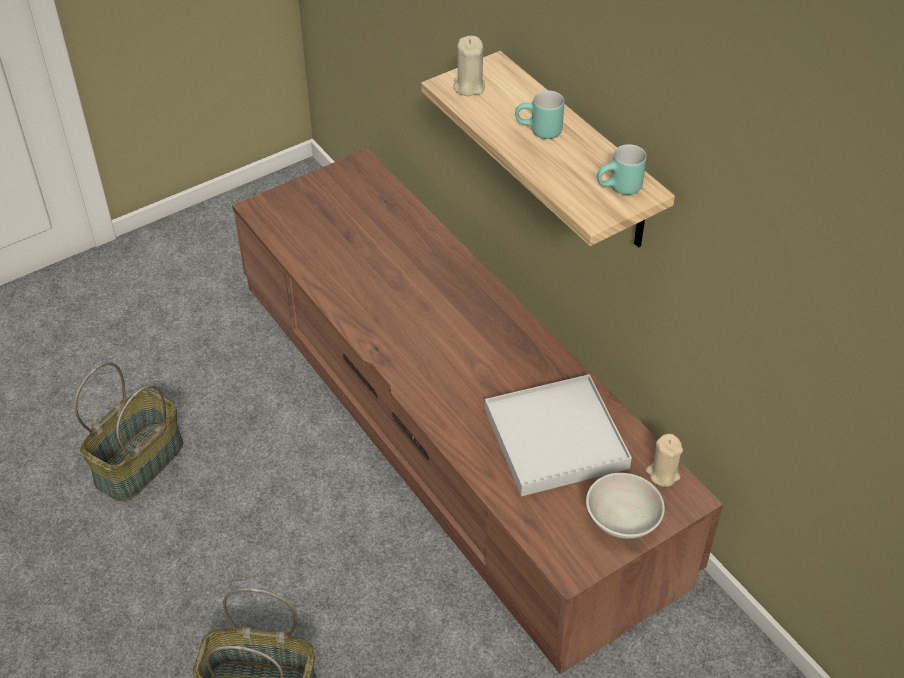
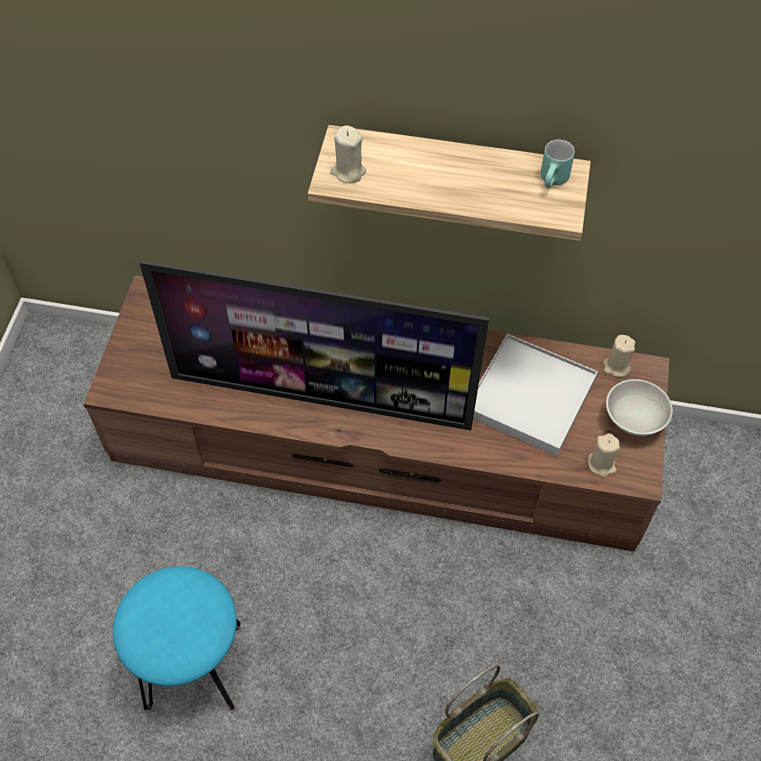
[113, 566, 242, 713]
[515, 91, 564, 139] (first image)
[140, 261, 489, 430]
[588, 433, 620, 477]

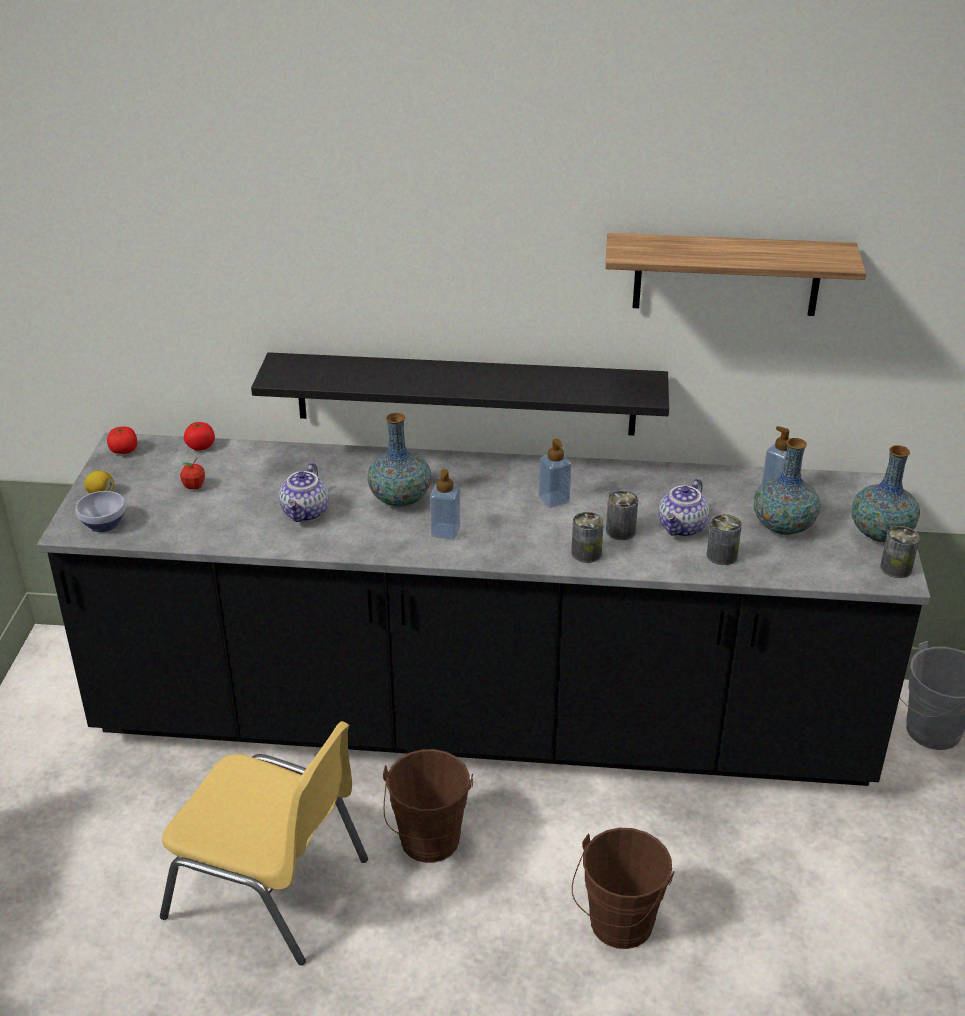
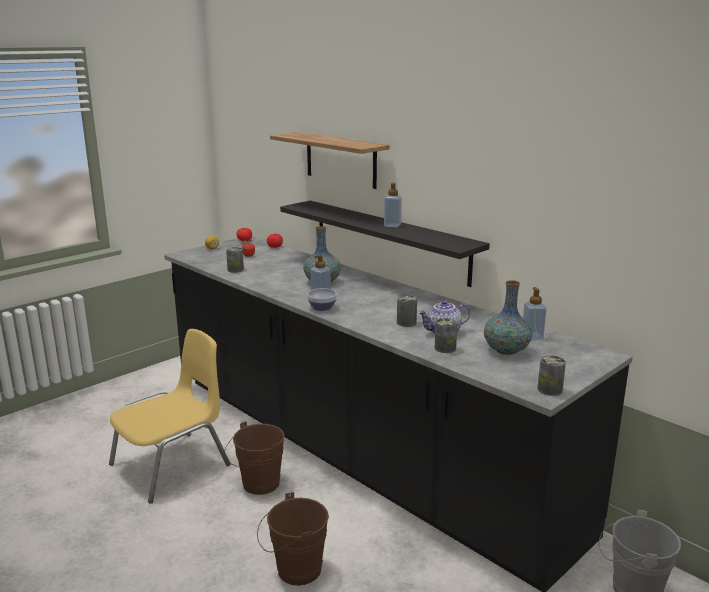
[307, 288, 337, 311]
[109, 329, 230, 504]
[279, 462, 329, 522] (first image)
[384, 183, 402, 227]
[226, 247, 244, 273]
[270, 132, 389, 189]
[851, 445, 920, 542] (first image)

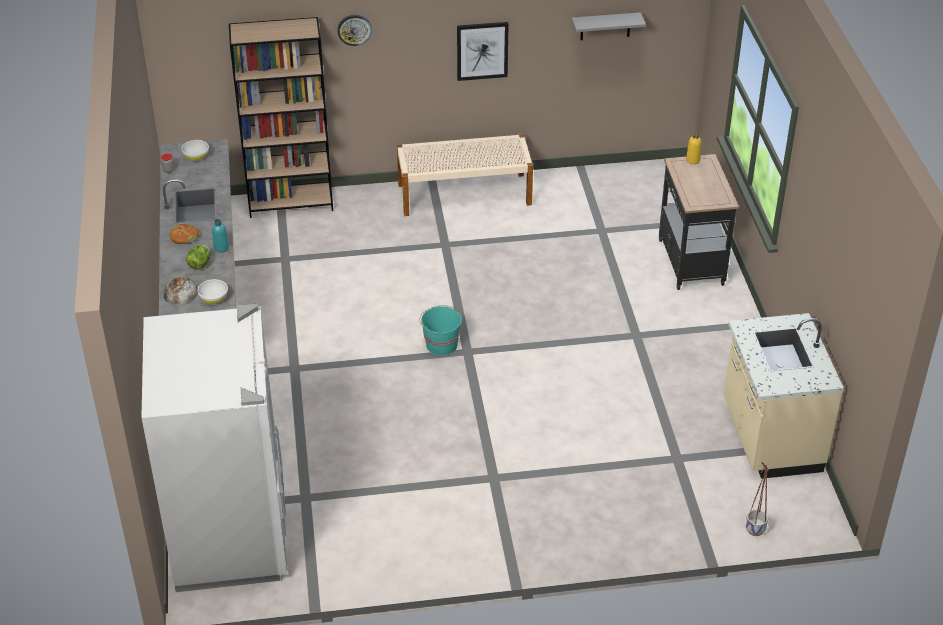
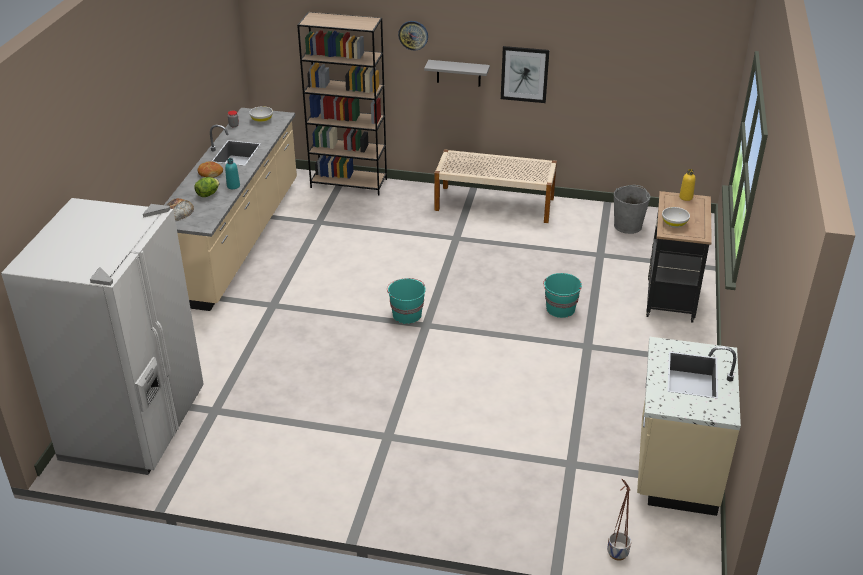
[662, 207, 690, 228]
[424, 60, 490, 86]
[543, 273, 582, 318]
[614, 185, 650, 234]

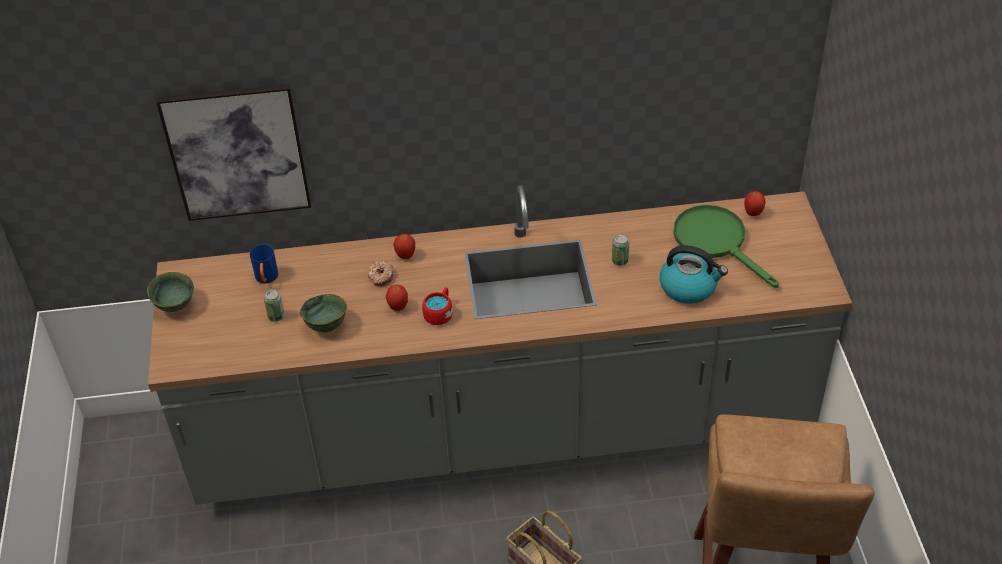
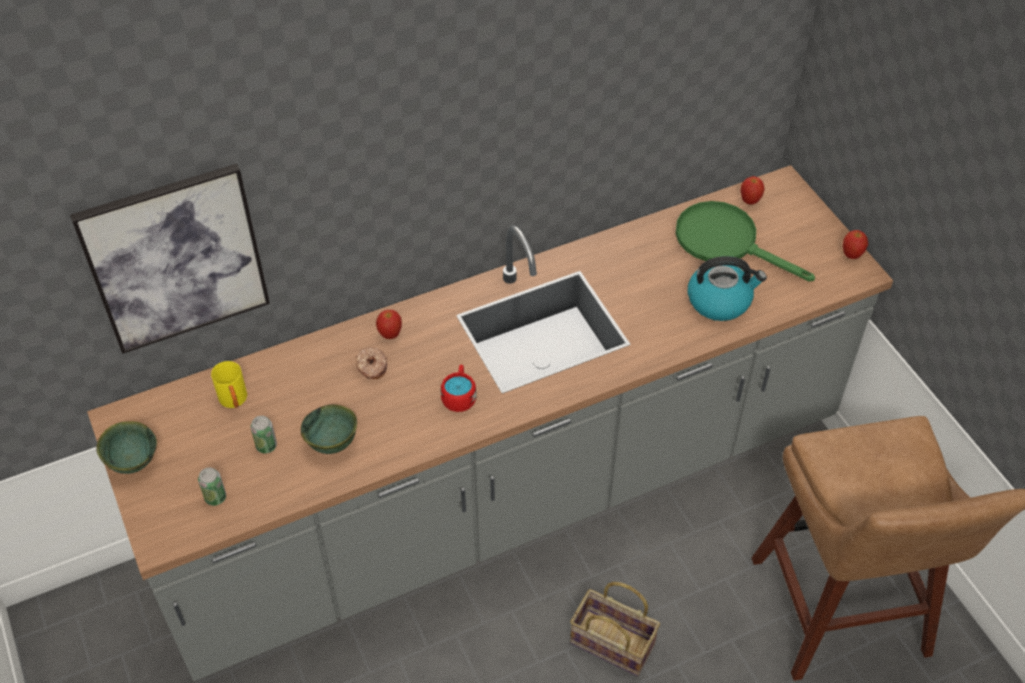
[211, 361, 247, 408]
[843, 230, 868, 259]
[198, 467, 226, 506]

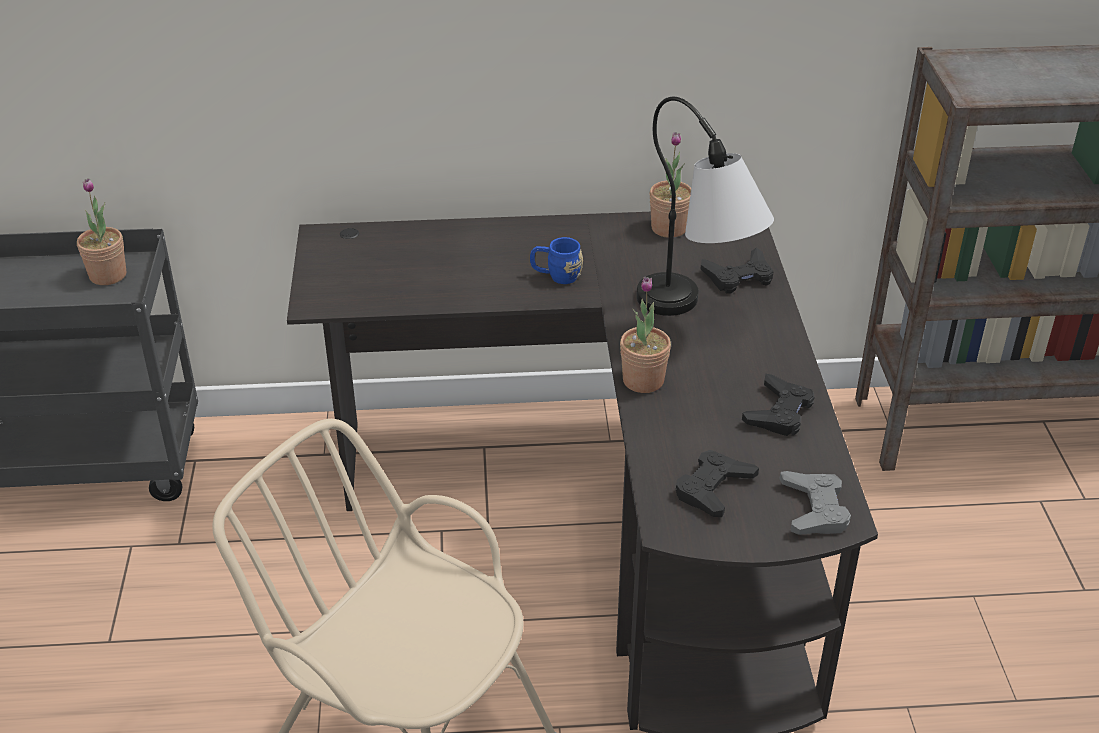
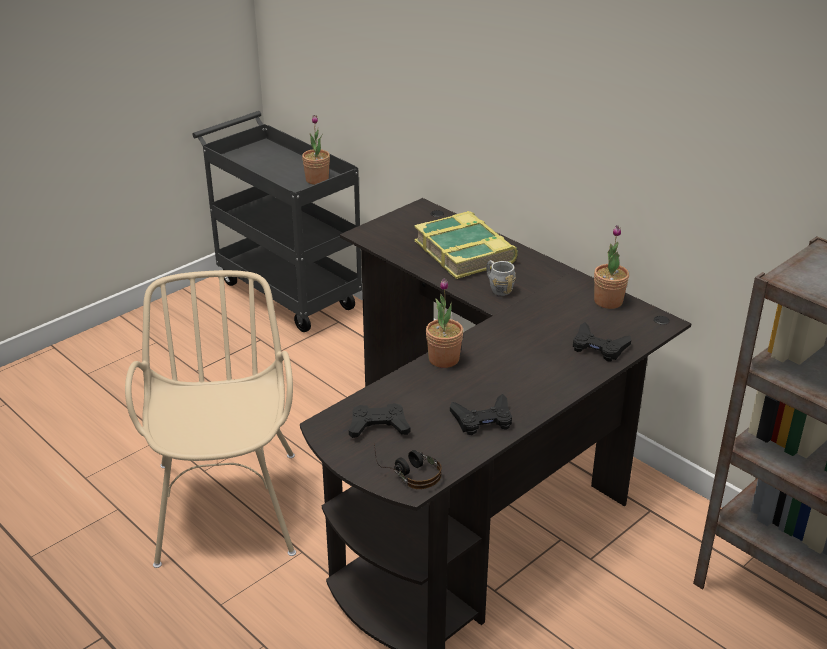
[486, 260, 516, 296]
[637, 97, 774, 316] (first image)
[374, 443, 442, 489]
[414, 211, 518, 279]

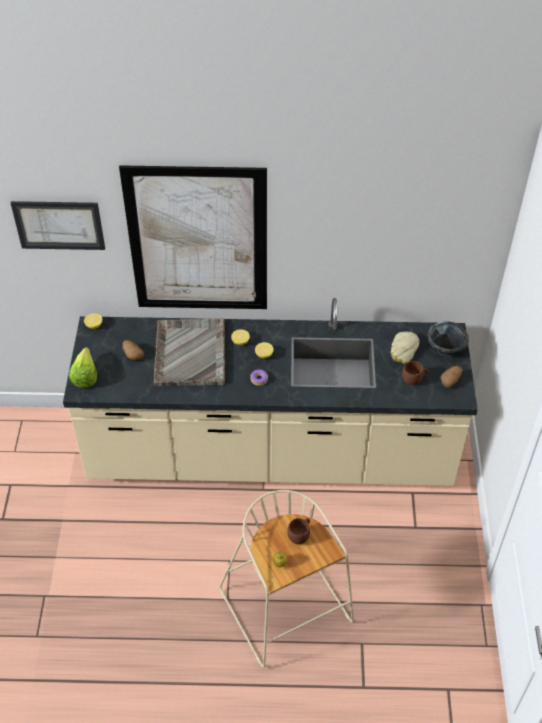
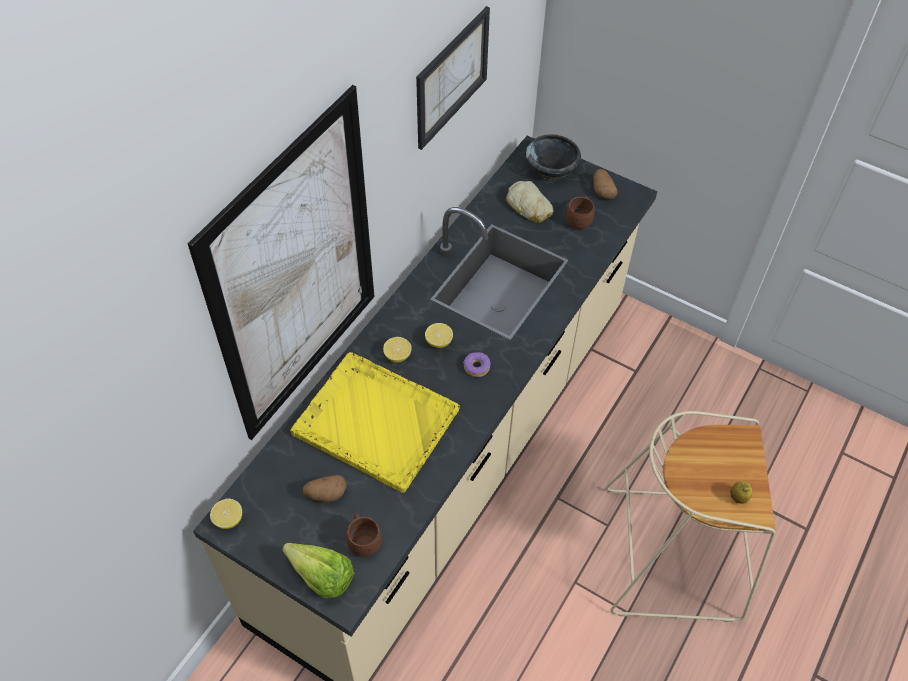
[416, 6, 490, 150]
[290, 352, 460, 493]
[346, 513, 382, 557]

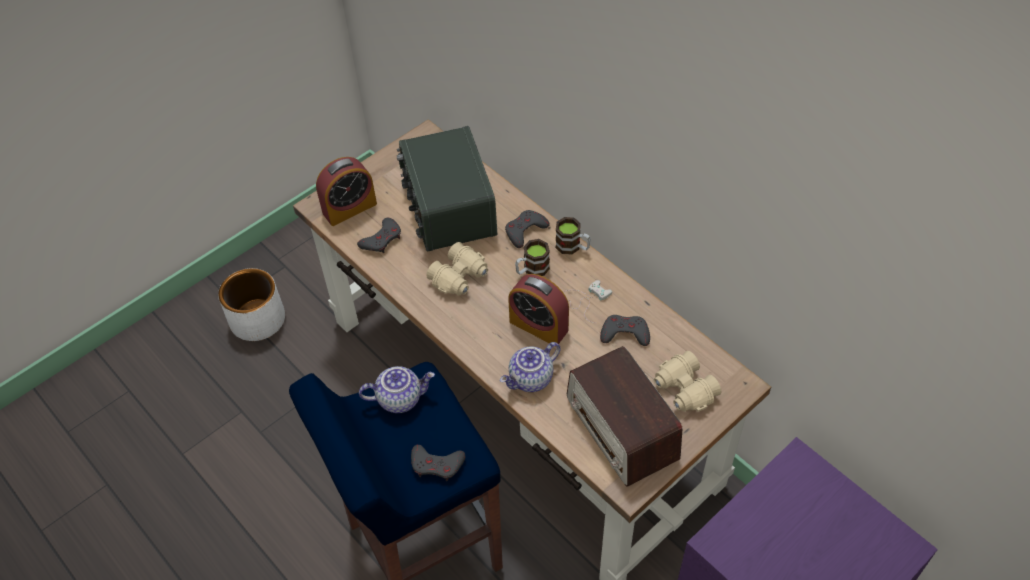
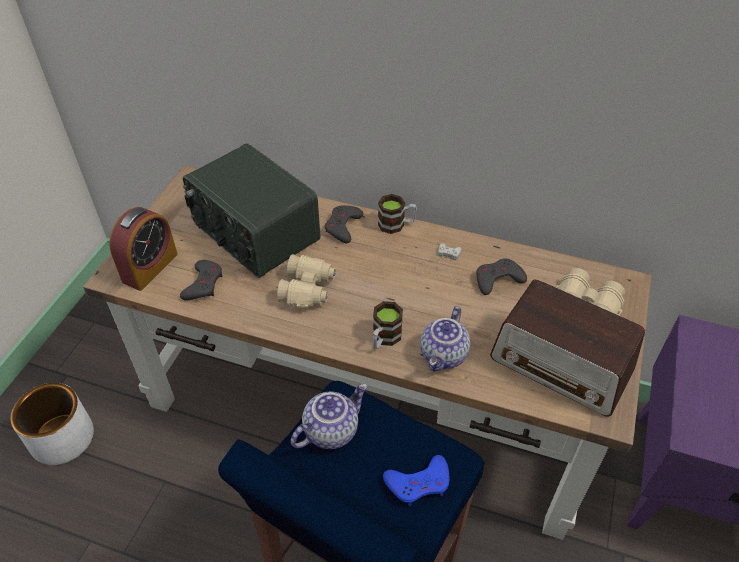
[383, 455, 450, 506]
[508, 274, 569, 344] (first image)
[372, 301, 403, 349]

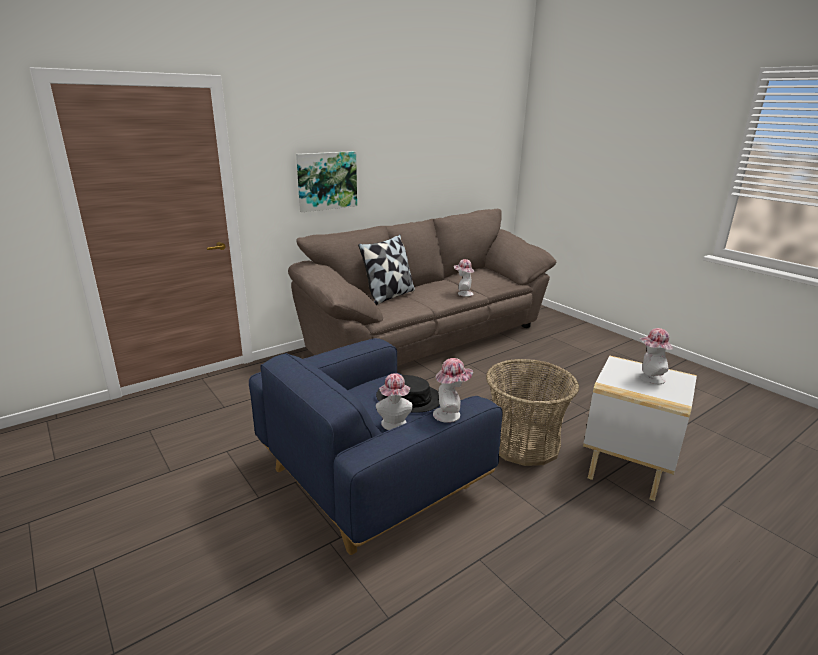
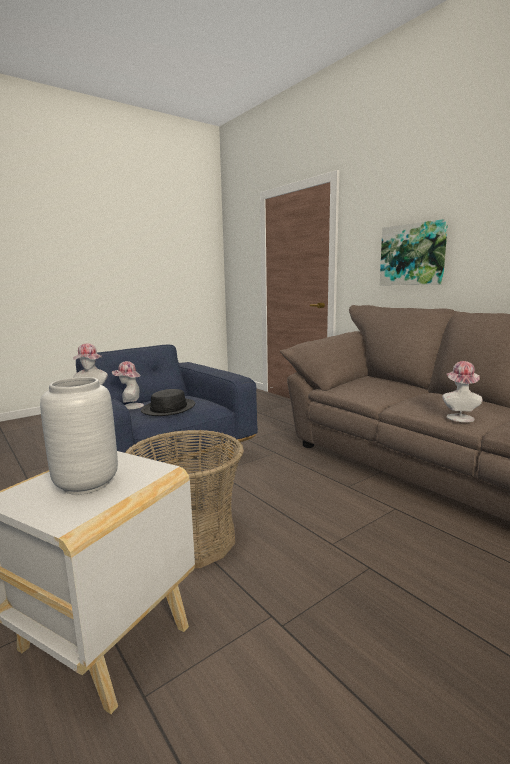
[358, 235, 415, 305] (first image)
[40, 377, 118, 495]

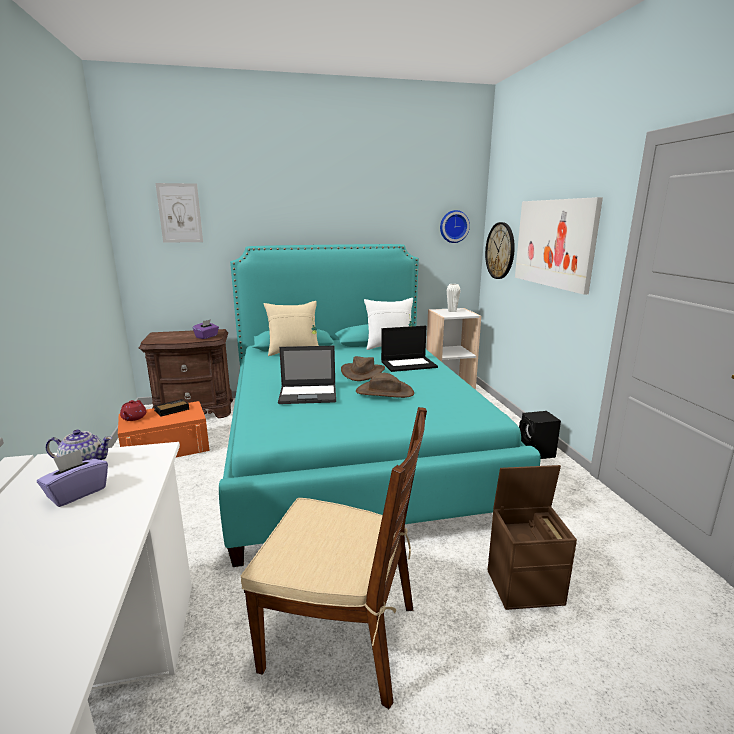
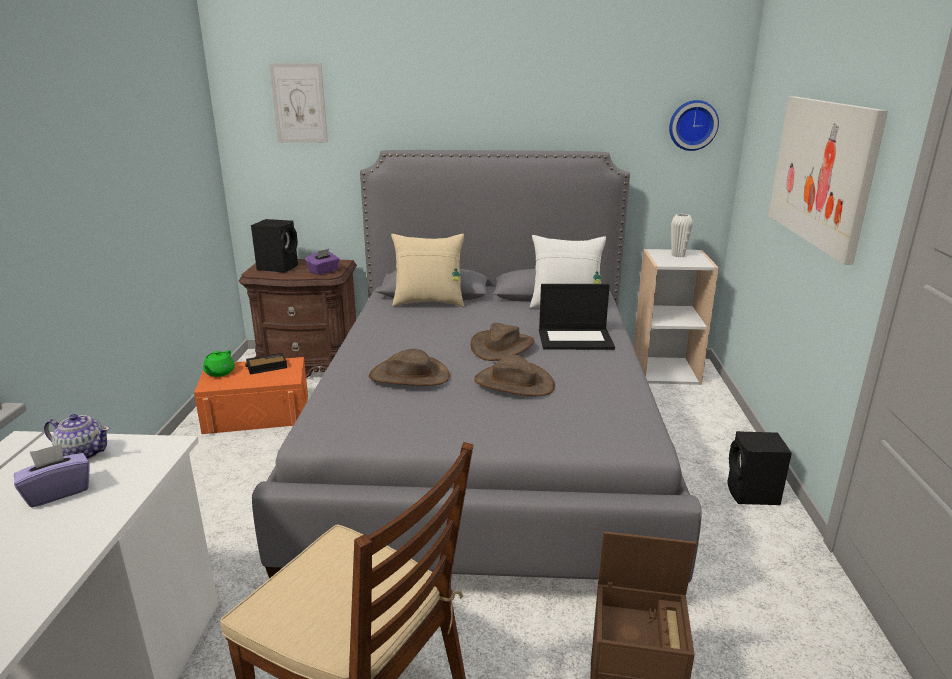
[203, 350, 235, 377]
[252, 150, 702, 583]
[369, 349, 450, 386]
[485, 222, 515, 279] (first image)
[251, 219, 298, 273]

